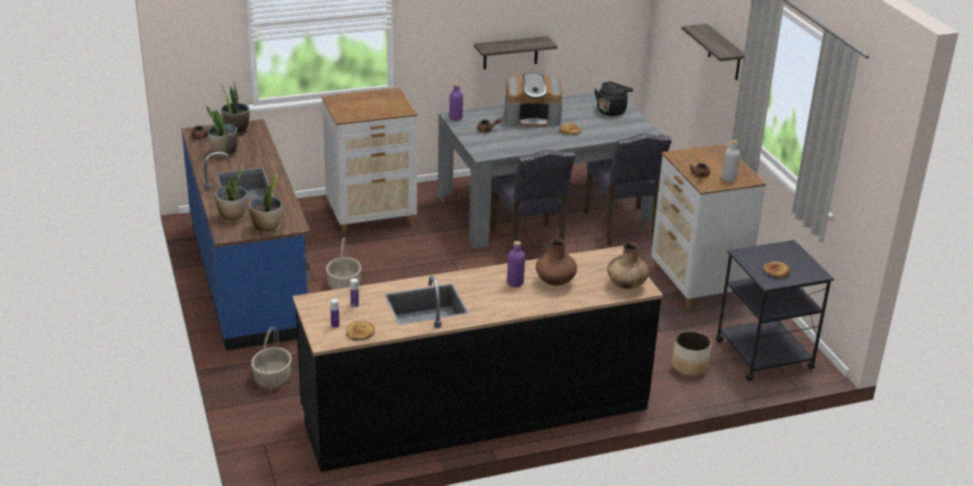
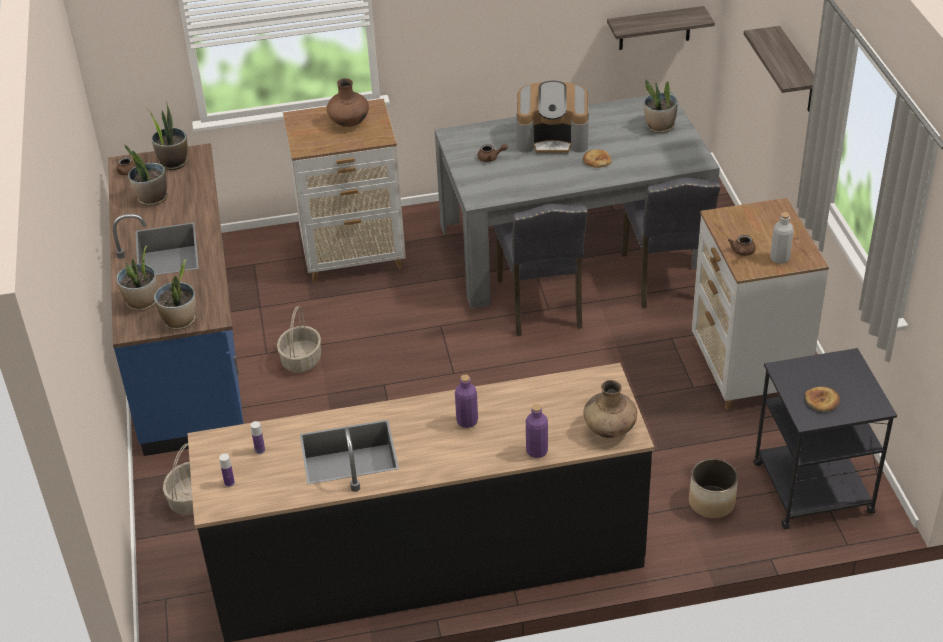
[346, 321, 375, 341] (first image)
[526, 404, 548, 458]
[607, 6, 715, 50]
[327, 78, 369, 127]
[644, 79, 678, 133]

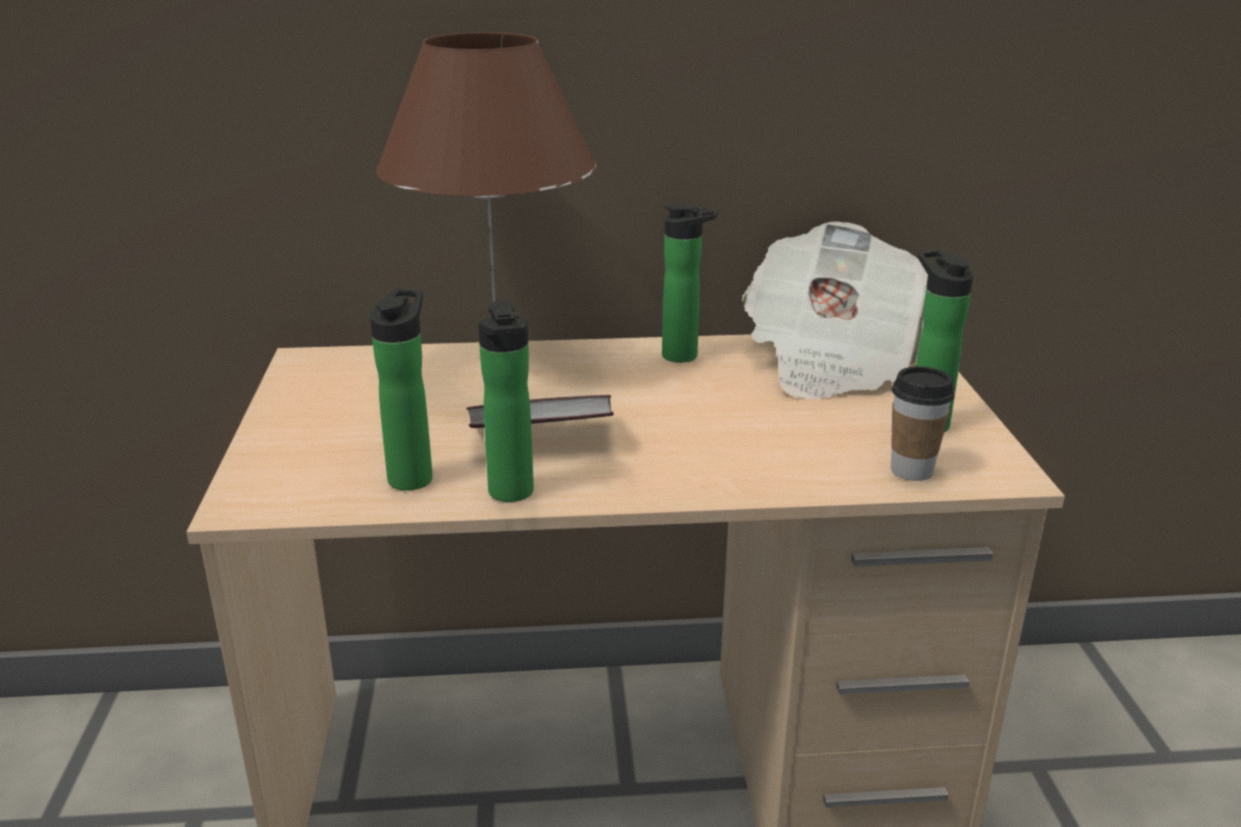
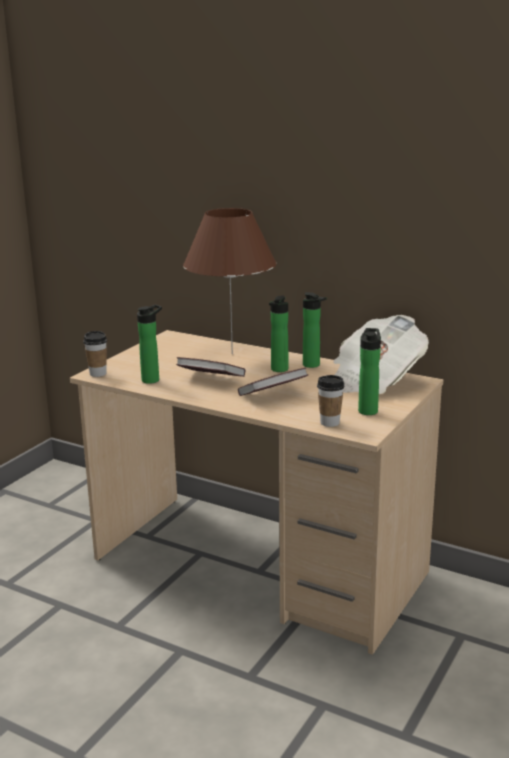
[269, 295, 288, 372]
[83, 331, 107, 377]
[238, 368, 308, 396]

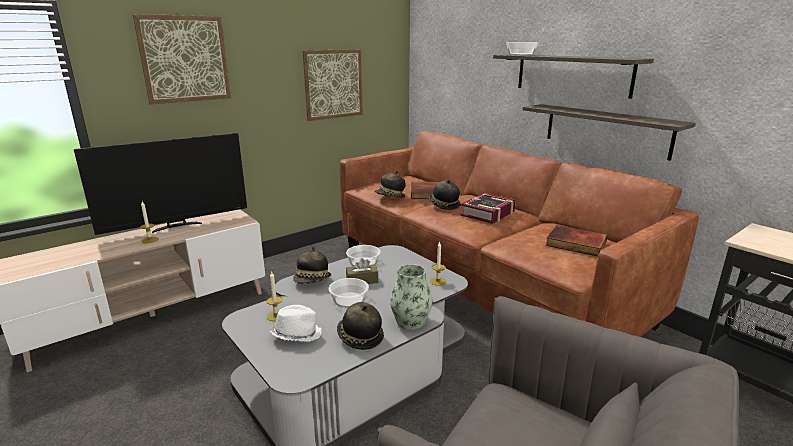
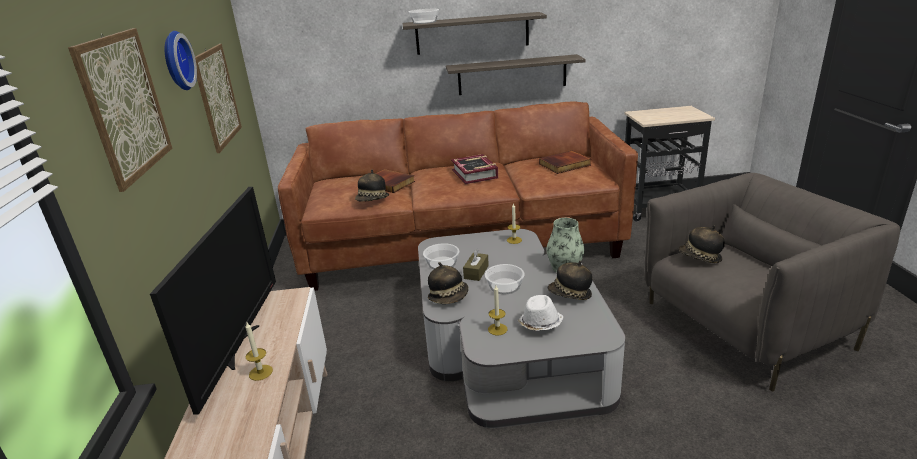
[678, 225, 725, 263]
[165, 31, 197, 90]

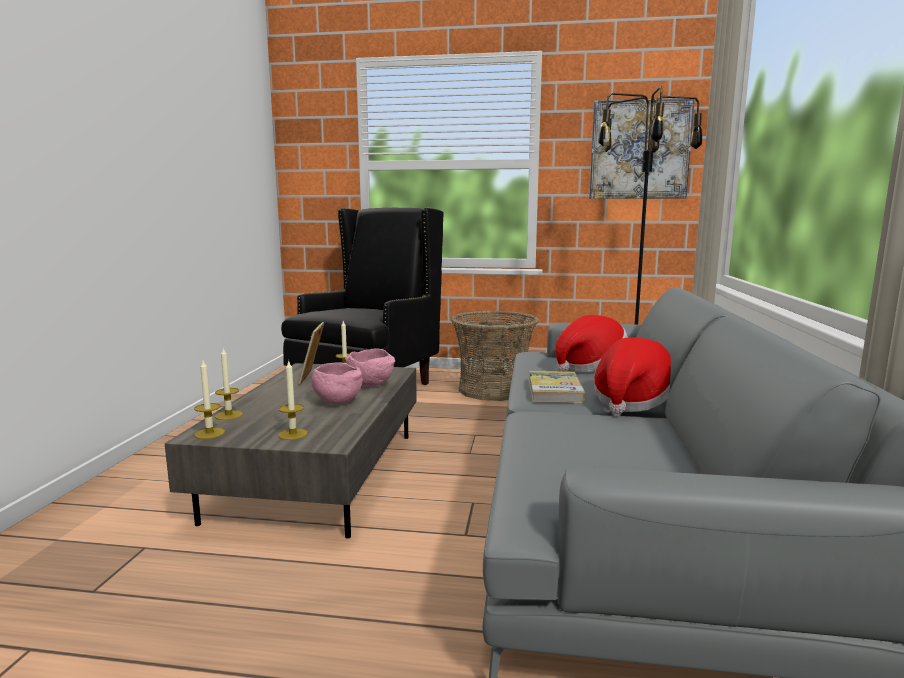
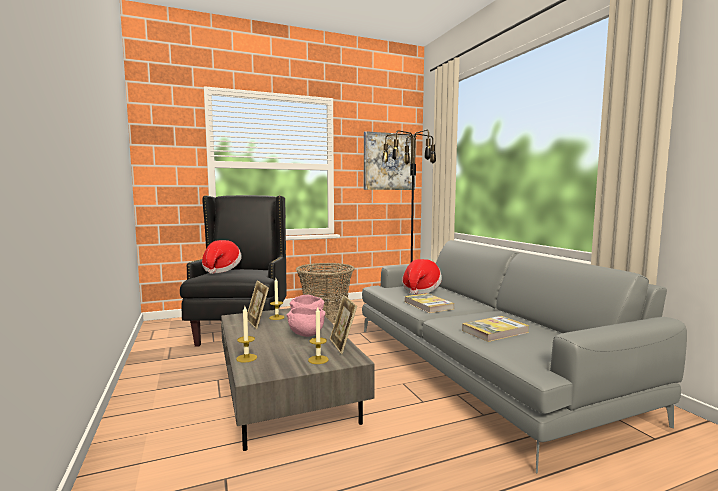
[194, 361, 225, 439] (first image)
[202, 240, 242, 274]
[329, 295, 357, 354]
[462, 316, 529, 342]

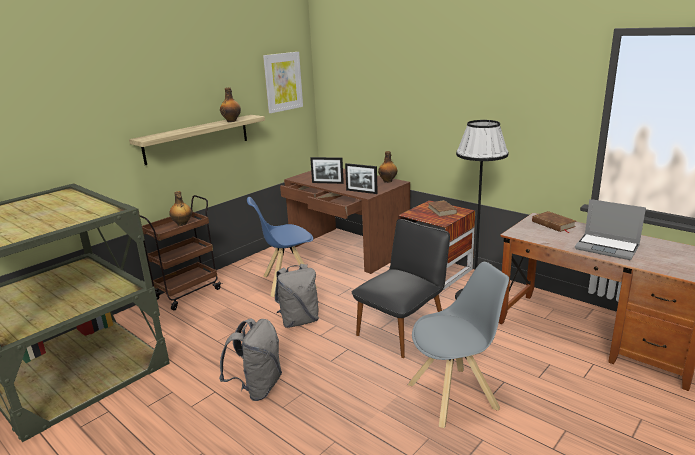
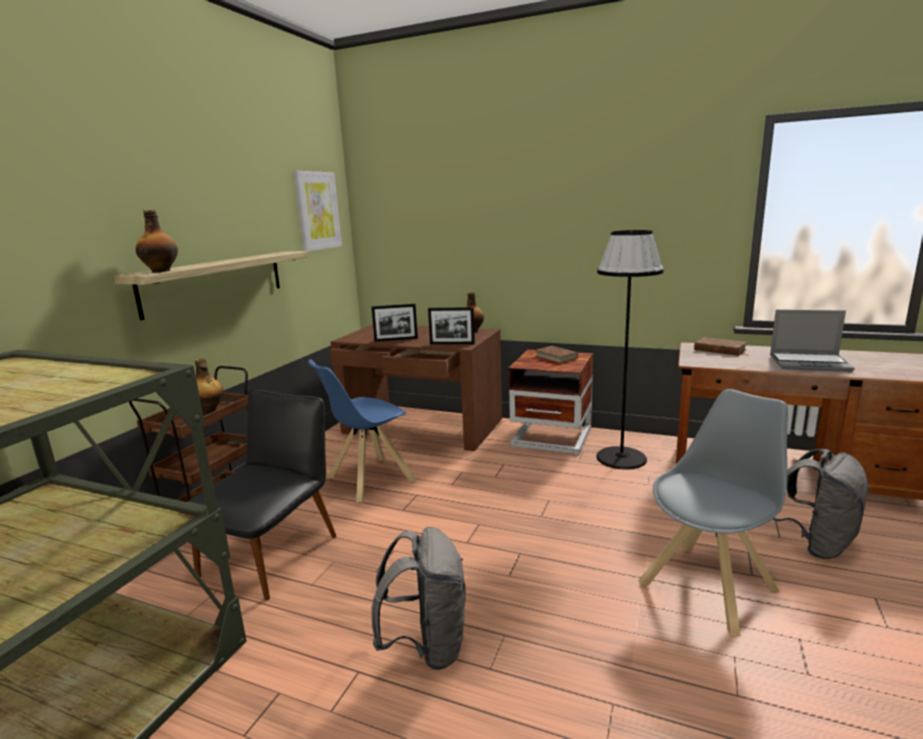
[136, 210, 178, 273]
[772, 449, 870, 559]
[187, 390, 337, 600]

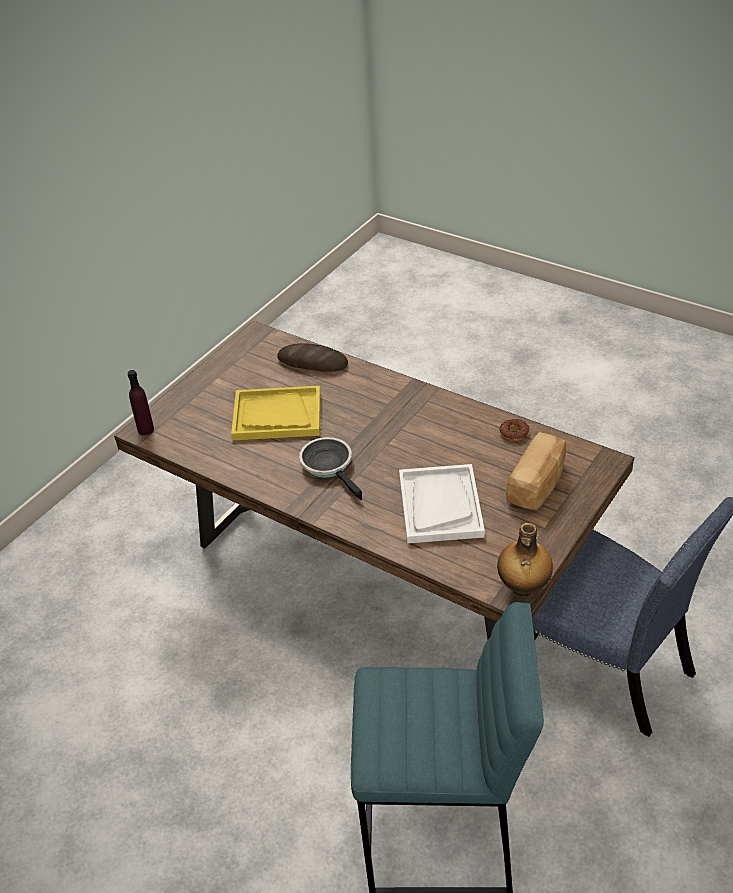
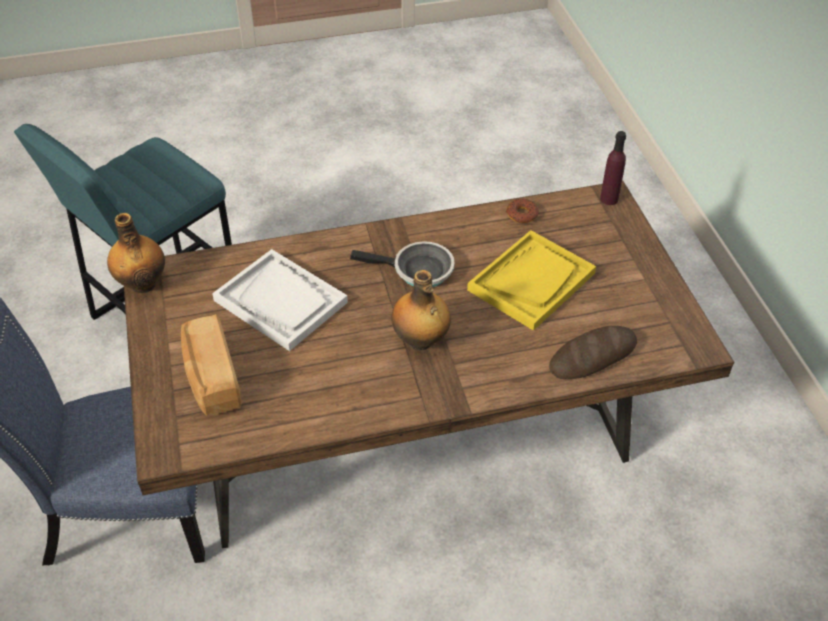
[506, 199, 539, 223]
[391, 270, 451, 350]

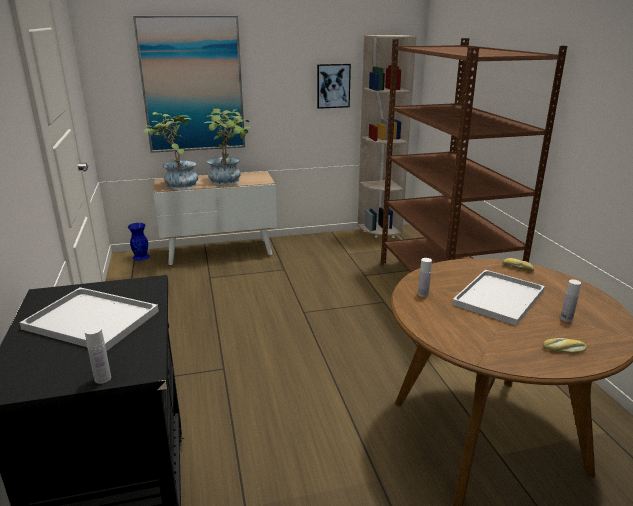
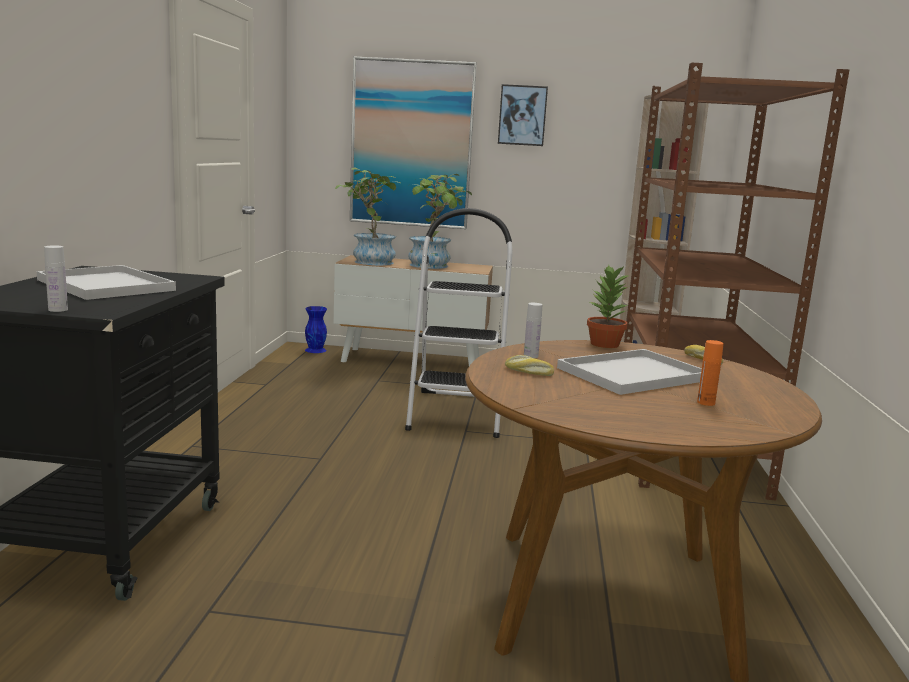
[498, 84, 548, 146]
[505, 355, 554, 376]
[697, 340, 724, 406]
[405, 208, 512, 438]
[587, 265, 630, 348]

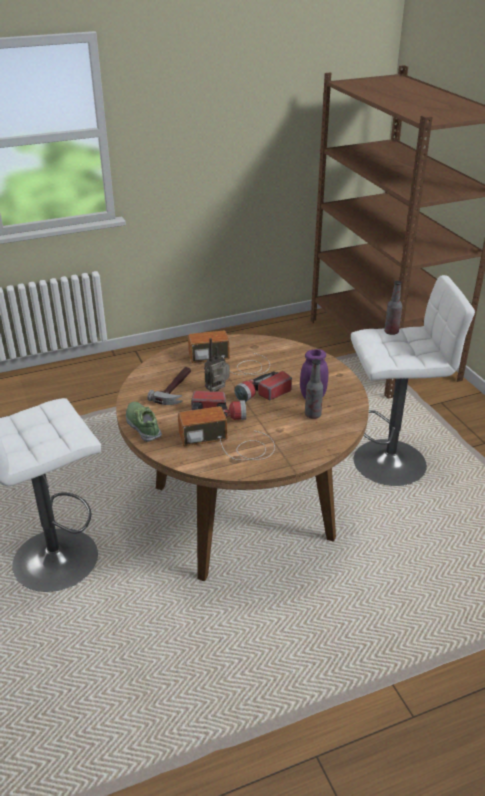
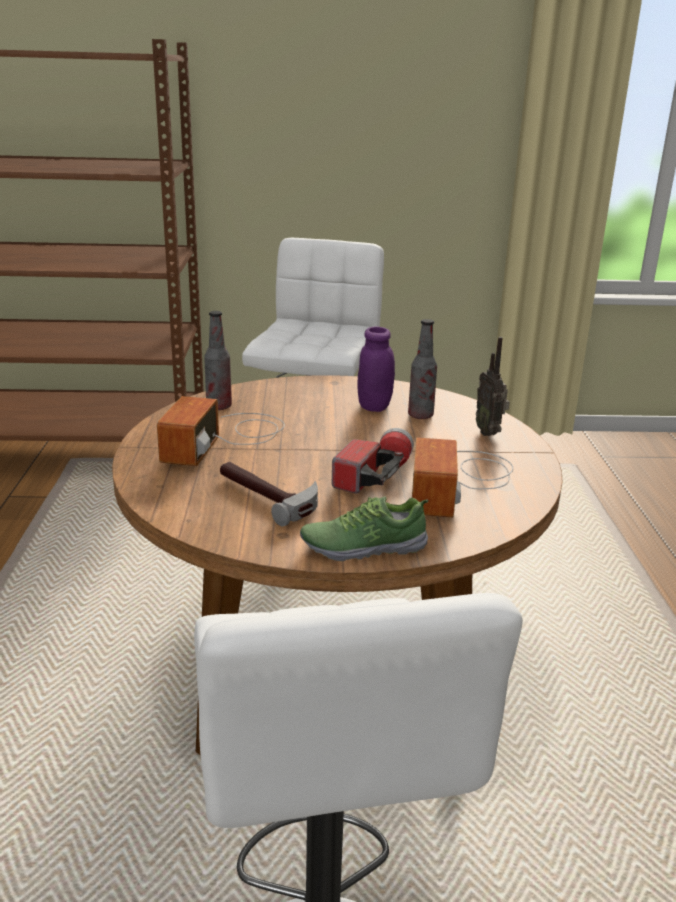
[476, 337, 510, 436]
[234, 371, 292, 402] (first image)
[204, 311, 232, 410]

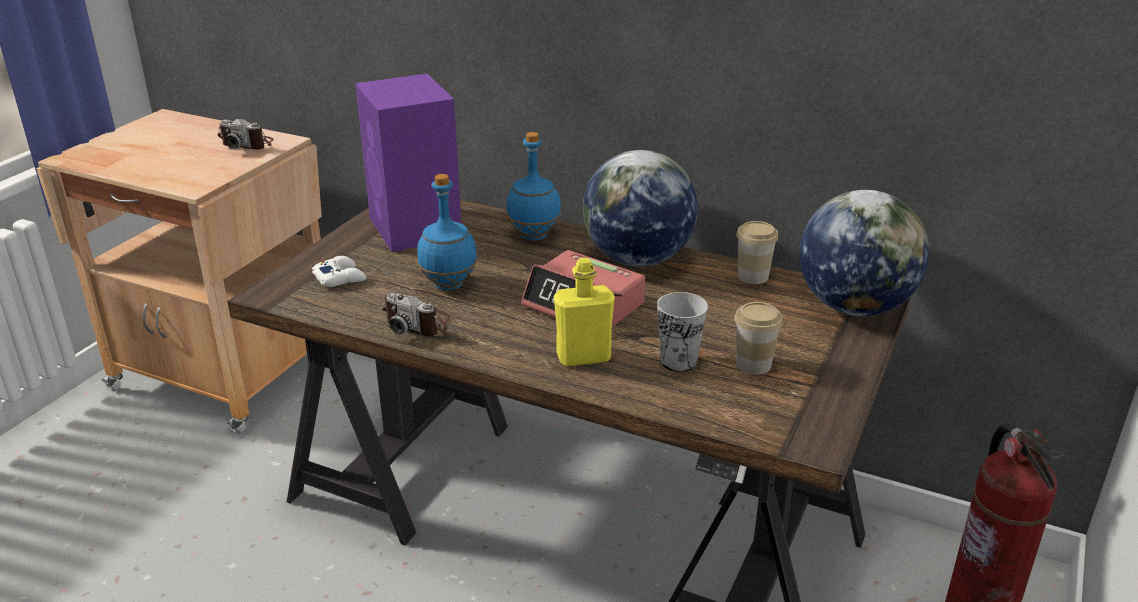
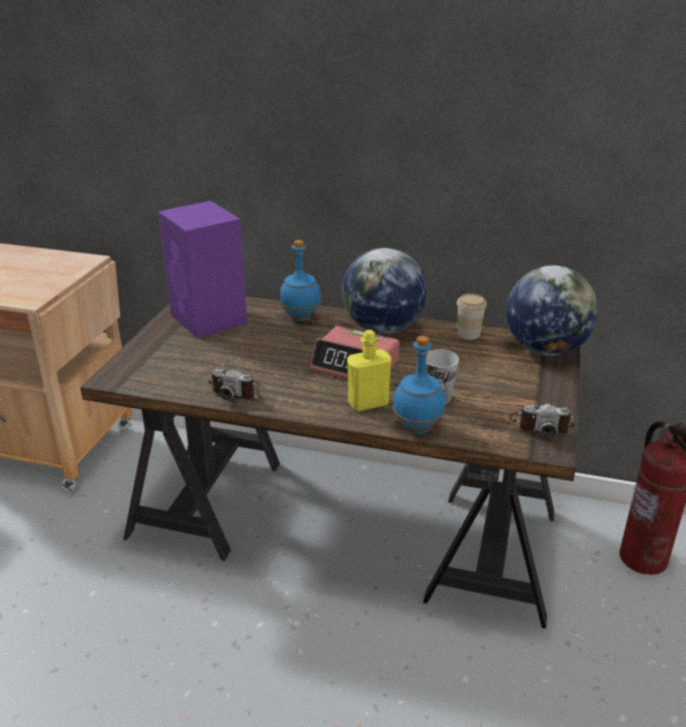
[509, 403, 574, 437]
[312, 256, 366, 287] (first image)
[393, 336, 445, 434]
[734, 302, 783, 375] (first image)

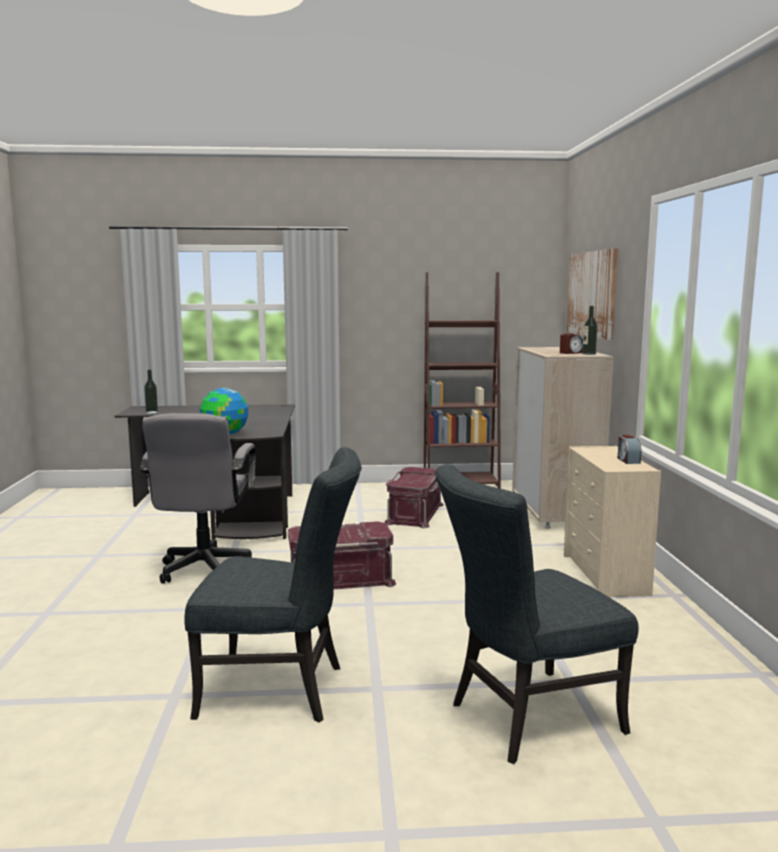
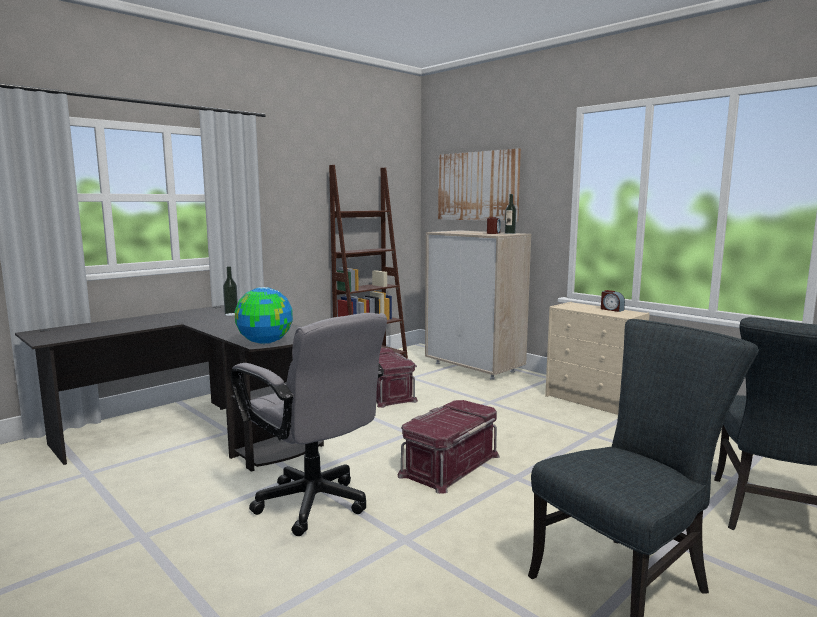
[223, 266, 238, 316]

